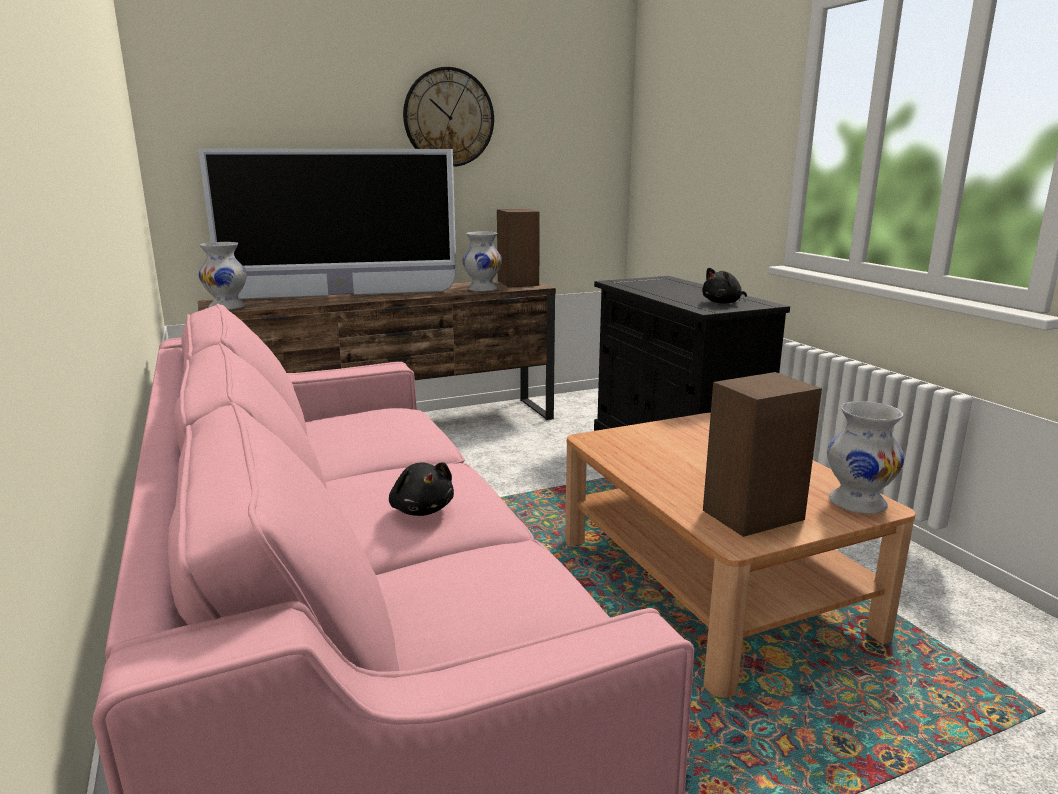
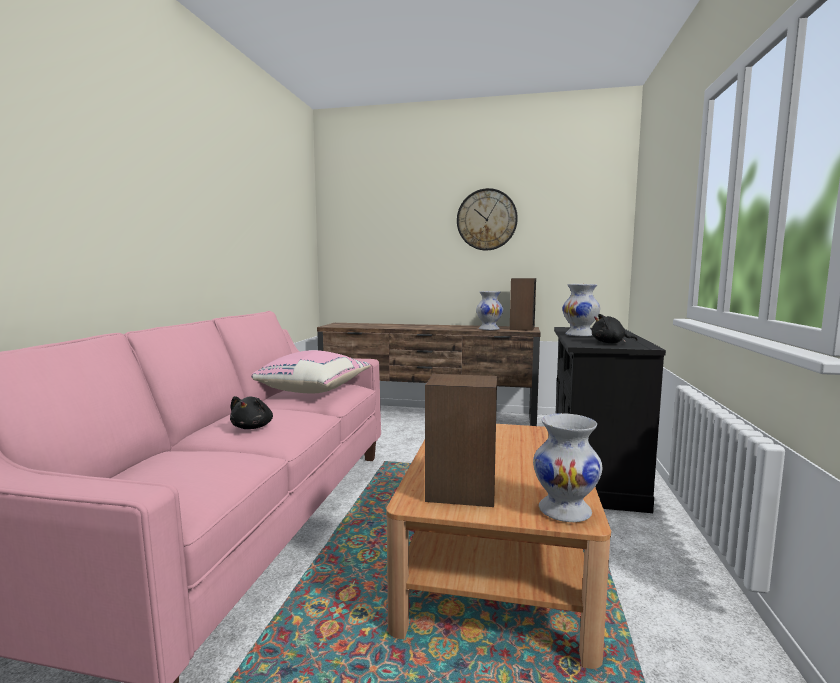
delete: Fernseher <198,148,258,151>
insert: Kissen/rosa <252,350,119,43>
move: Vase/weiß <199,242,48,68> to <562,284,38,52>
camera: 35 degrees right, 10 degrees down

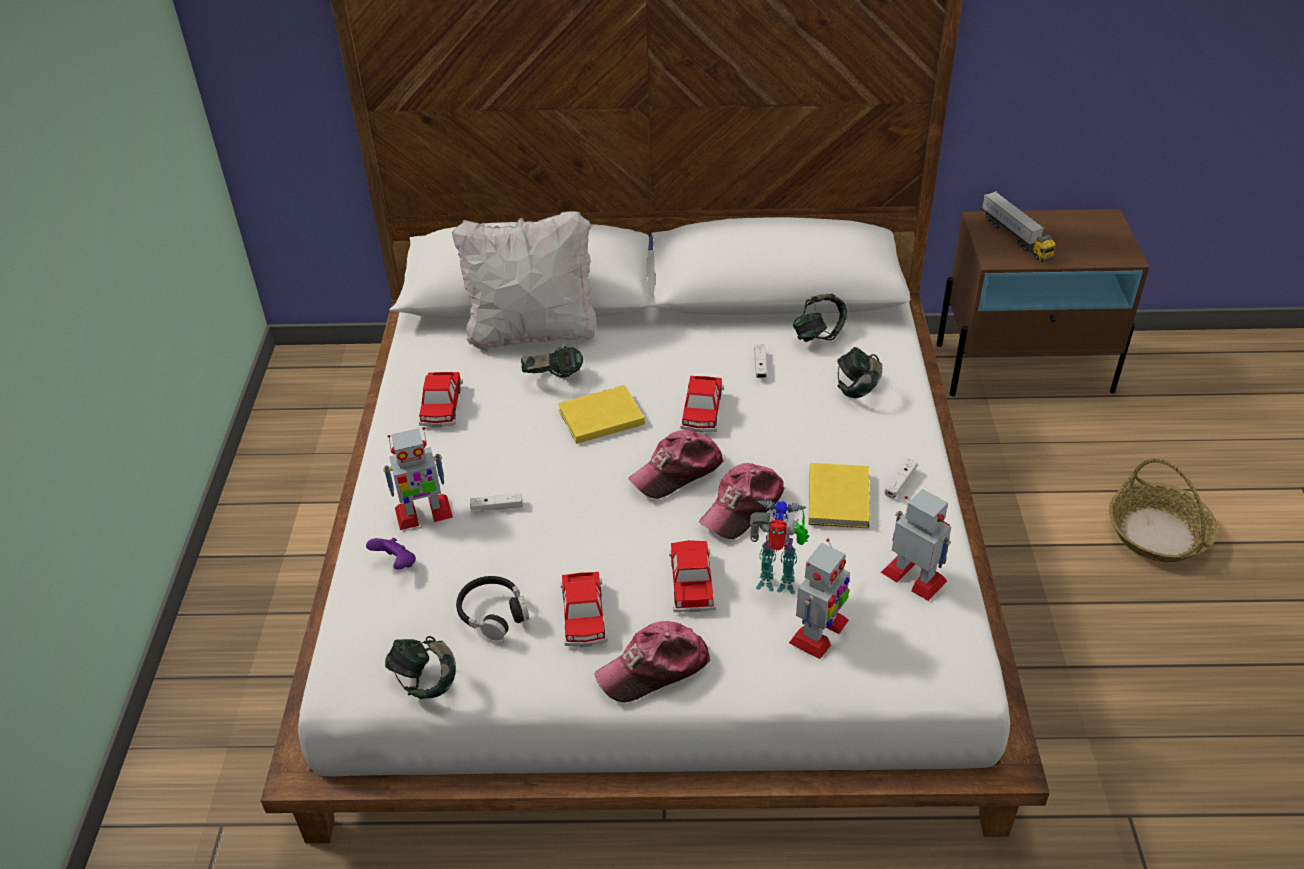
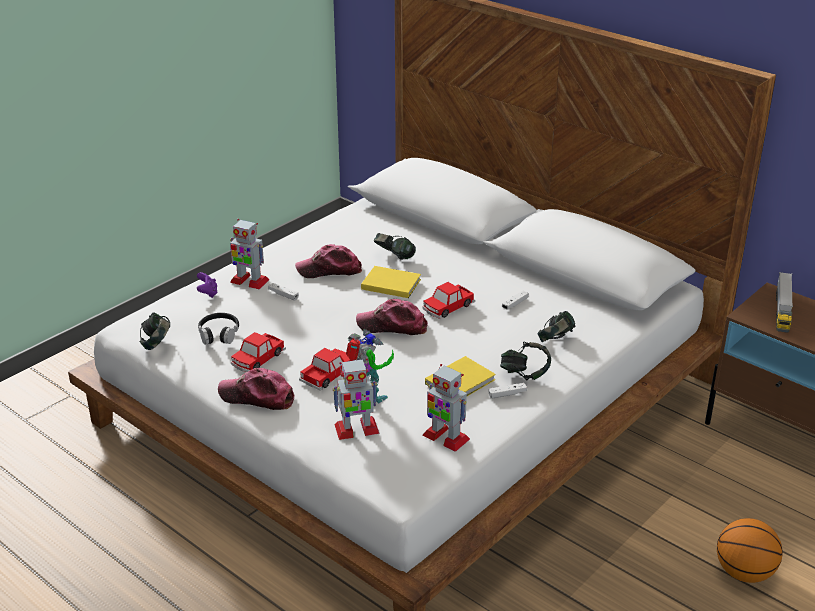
delete: Spielzeugauto <419,372,44,55>; Kissen/weiß <452,211,145,141>
move: Kappe <699,463,85,76> to <295,244,67,34>; Kopfhörer <793,294,54,48> to <500,342,51,39>
replace: Korb <1109,458,109,104> to Basketball <717,518,66,65>
rotate: Spielzeugroboter <881,489,70,112> = <423,364,47,88> 135 degrees clockwise
camera: 40 degrees right, 10 degrees down

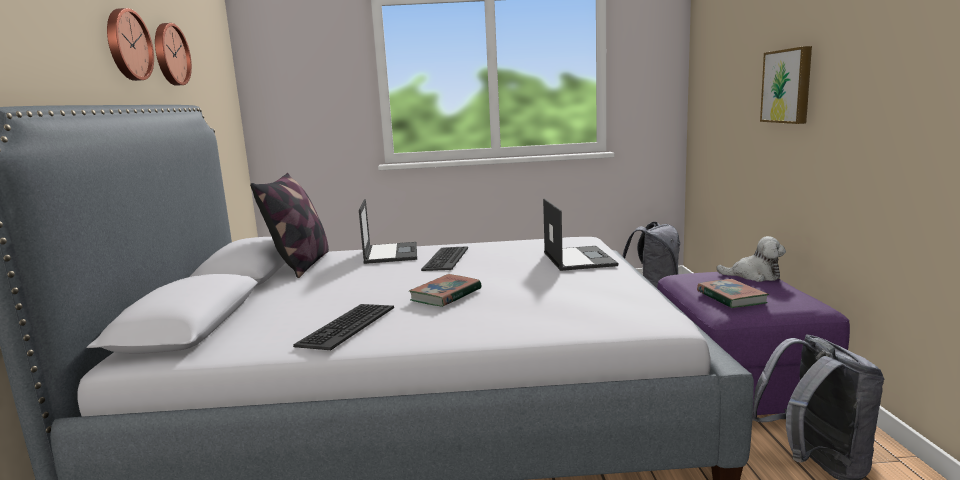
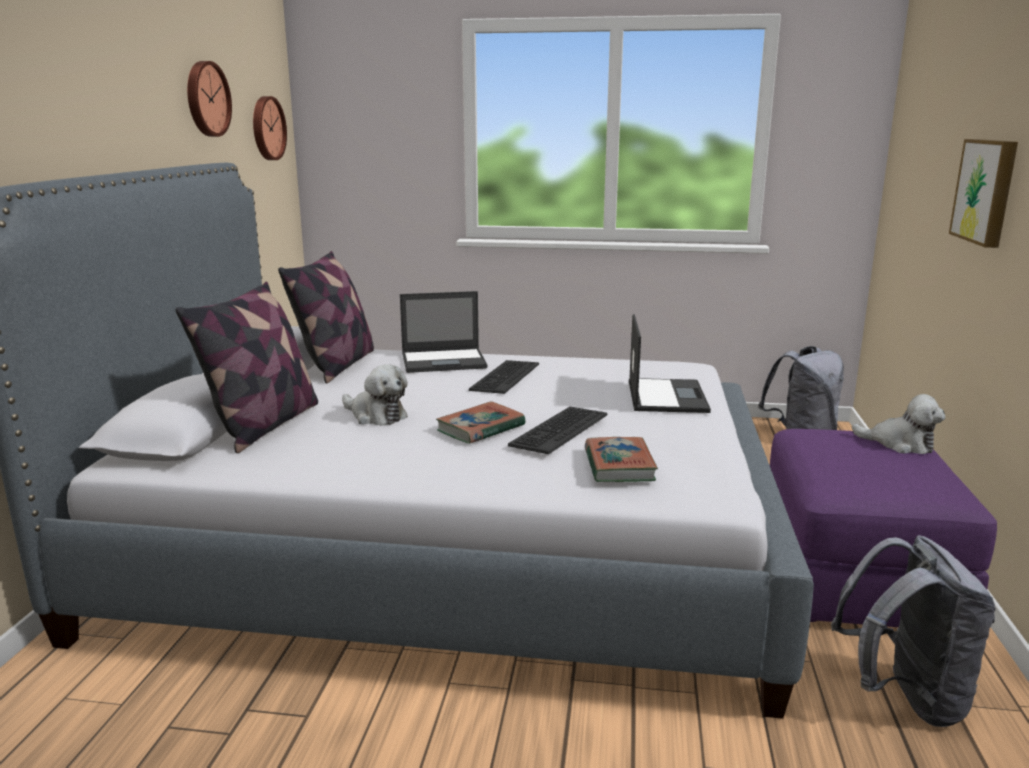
insert: Kissen <175,282,143,171>; Plüschtier <342,364,66,62>
move: Wanduhr <107,8,47,73> to <253,96,34,64>; Tastatur <293,304,101,46> to <508,407,99,47>; Buch <697,279,72,29> to <585,437,73,45>
rotate: Laptop <359,199,58,65> = <400,291,88,82> 75 degrees clockwise
camera: 10 degrees right, 5 degrees up

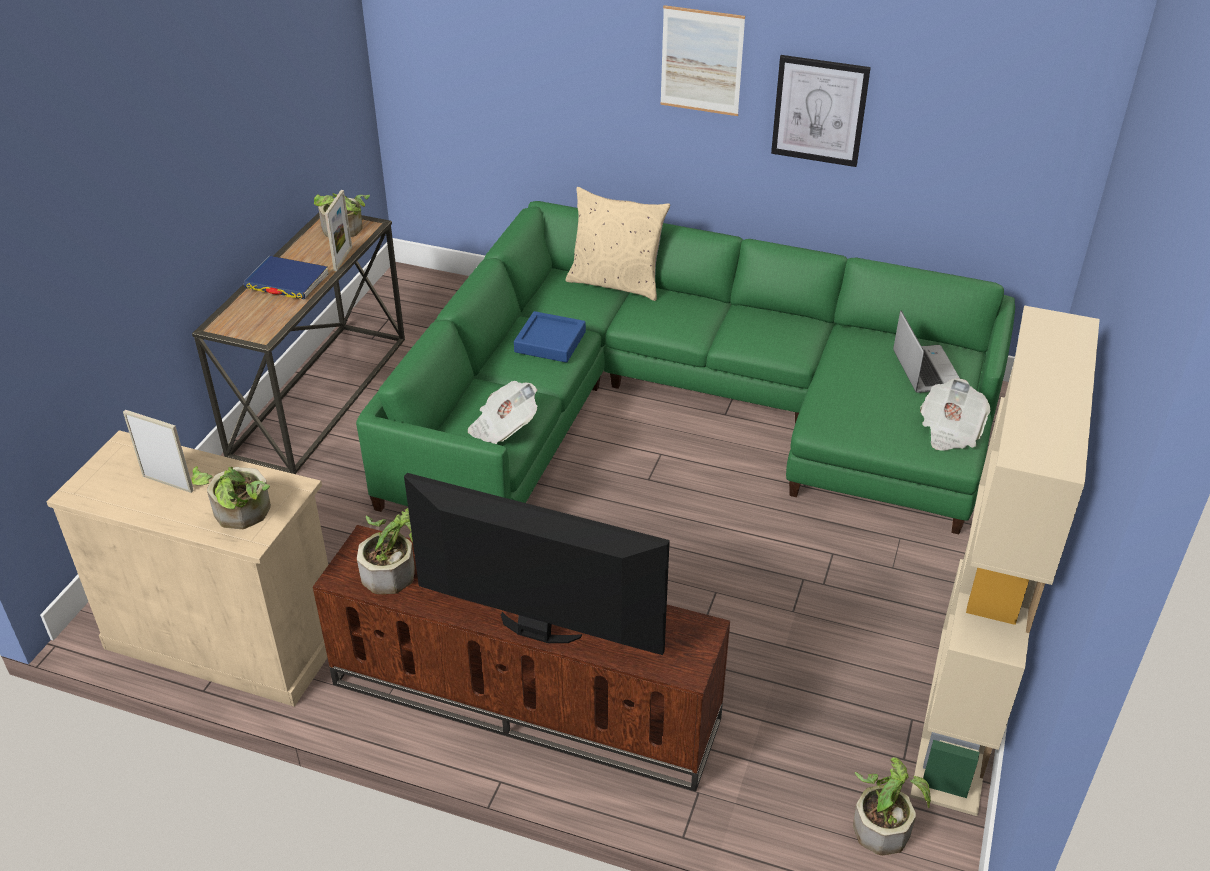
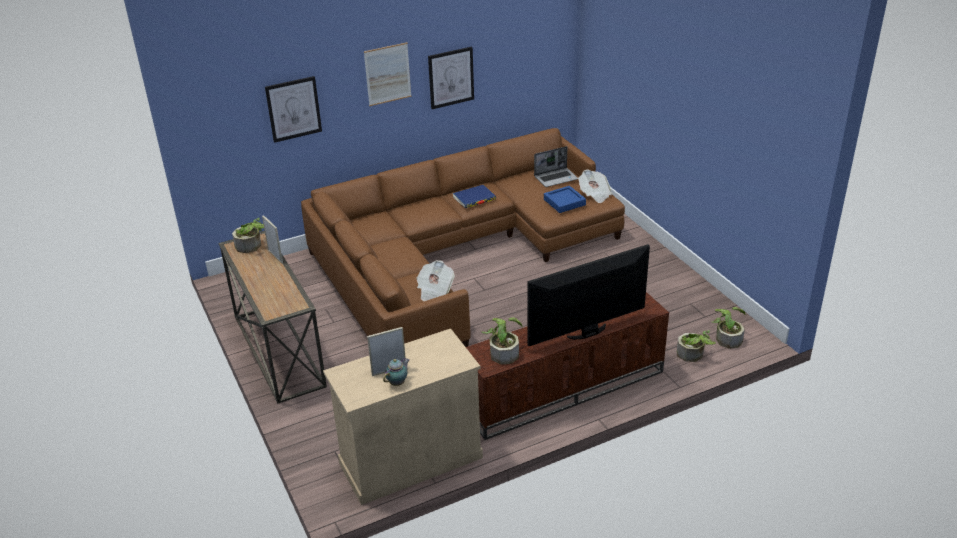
delete: Kissen/beige <565,187,105,114>; Bücherregal/beige <910,305,190,511>
insert: Bild <265,76,57,67>; Teekanne <383,358,27,28>
move: Topfpflanze <191,466,80,63> to <677,330,39,32>; Buch/blau <244,256,84,43> to <453,184,43,24>; Tablett/blau <514,311,72,52> to <544,186,42,27>
recolor: Sofa/grün <356,201,659,333> to Sofa/braun <301,128,324,219>
rotate: Laptop <893,310,67,83> = <534,146,44,41> 120 degrees clockwise
camera: 45 degrees left, 5 degrees down

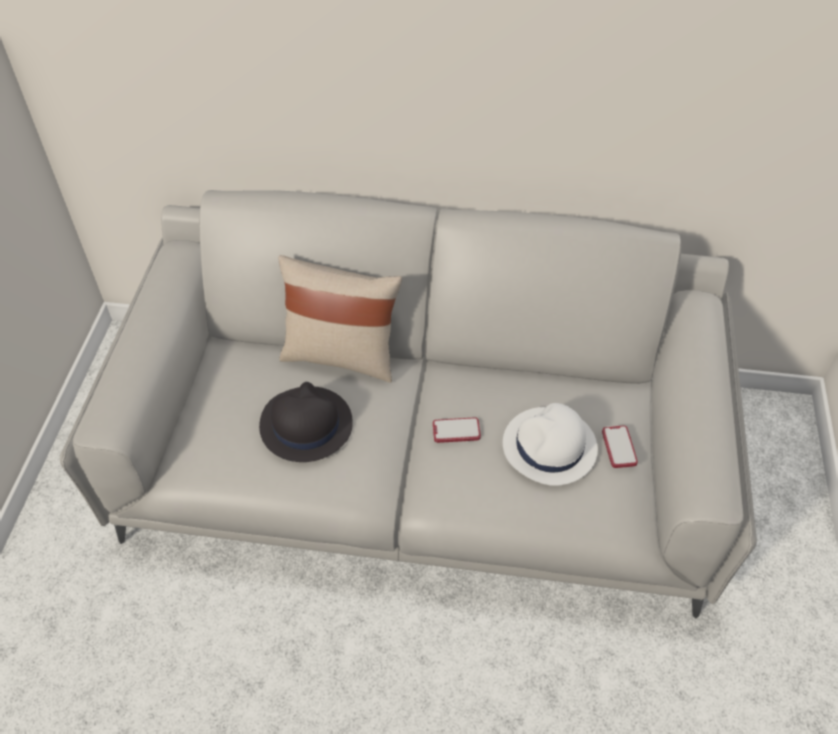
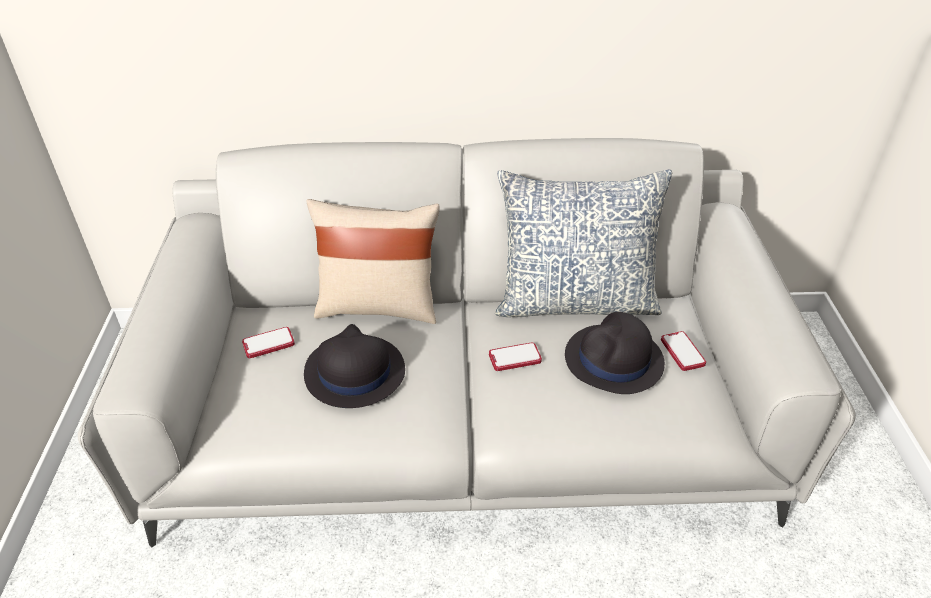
insert: Handy <242,327,53,31>; Kissen <495,169,177,148>
recolor: Hut/weiß <503,403,95,83> to Hut/schwarz <565,312,100,82>
camera: 10 degrees left, 10 degrees down

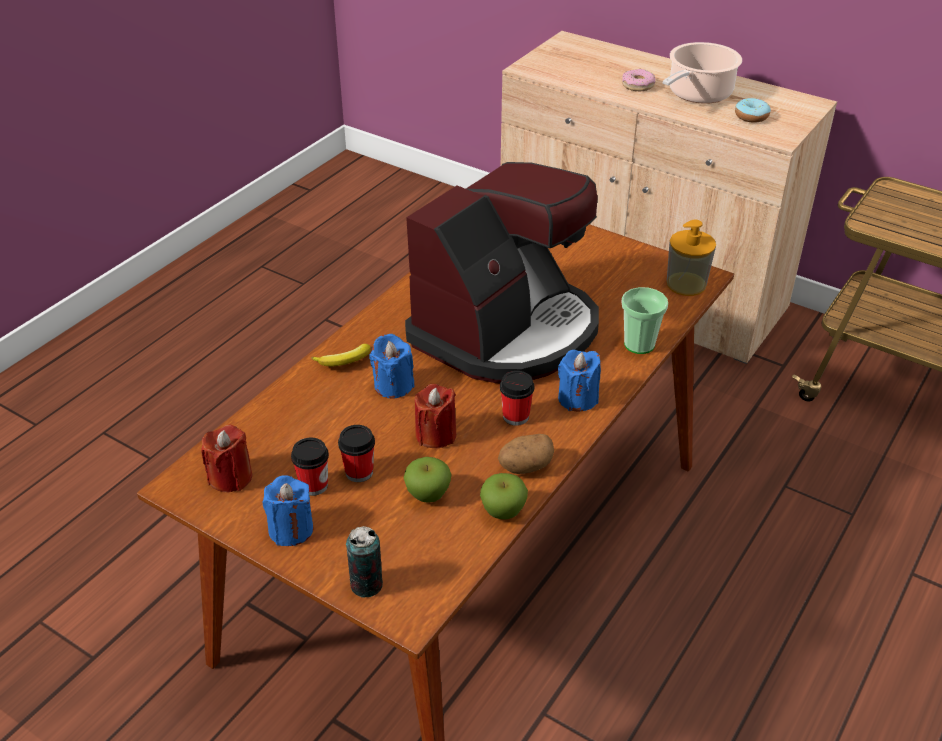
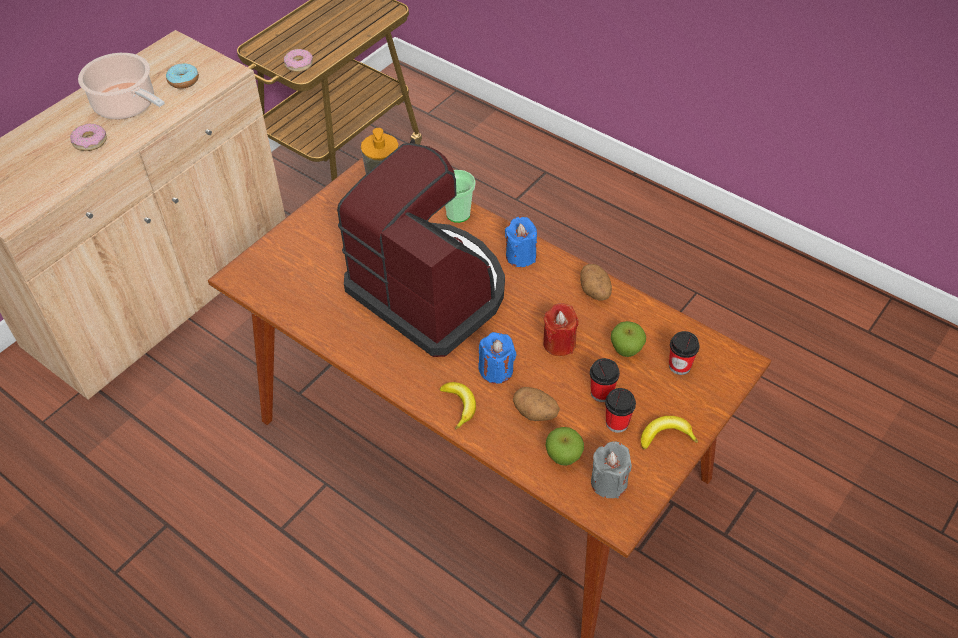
delete: Dose <346,526,37,71>
insert: Donut <284,49,29,23>; Kartoffel <513,387,47,34>
move: Apfel <480,473,48,46> to <545,427,39,39>; Tasse <500,371,34,55> to <669,331,31,44>
replace: Kerze/blau <263,475,50,71> to Banane <641,416,57,34>
recolor: Kerze/rot <201,425,51,67> to Kerze/grau <591,441,41,58>
camera: 85 degrees left, 10 degrees up

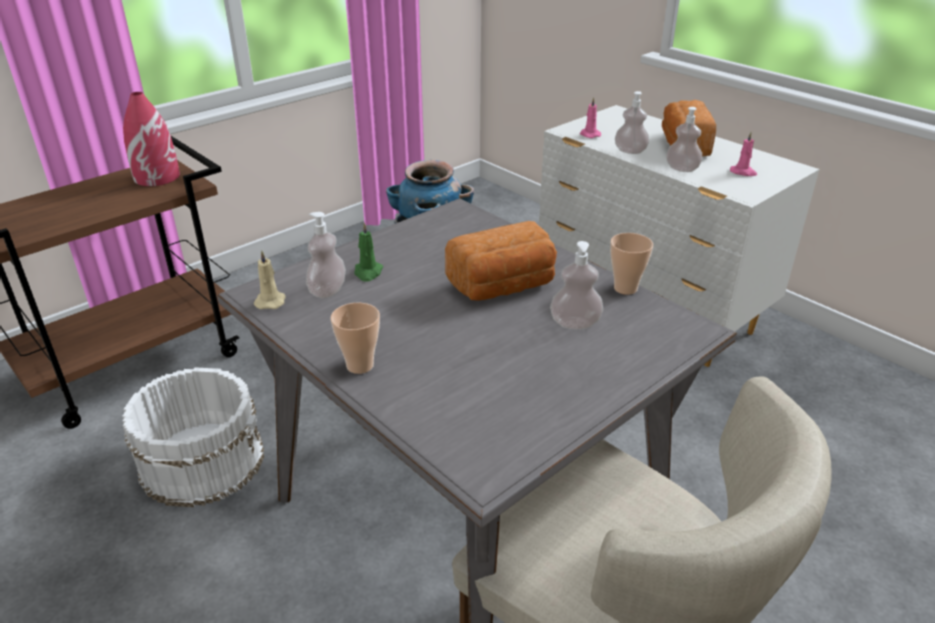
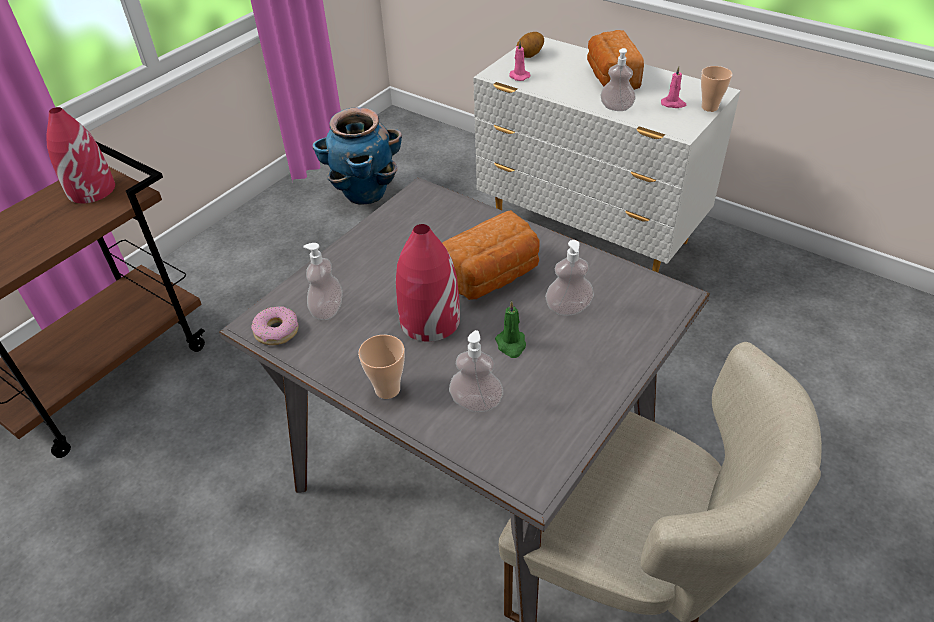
delete: Eimer/weiß <122,367,142,140>
insert: Vase/rot <396,224,64,118>; Kartoffel <517,32,27,26>
move: Kerze/grün <354,222,29,60> to <495,301,31,57>; Tasse <610,233,43,62> to <701,66,31,46>; Seifenspender <615,91,34,63> to <449,330,54,82>
replace: Kerze/beige <254,251,32,58> to Donut <251,306,47,39>
camera: 10 degrees left, 10 degrees up

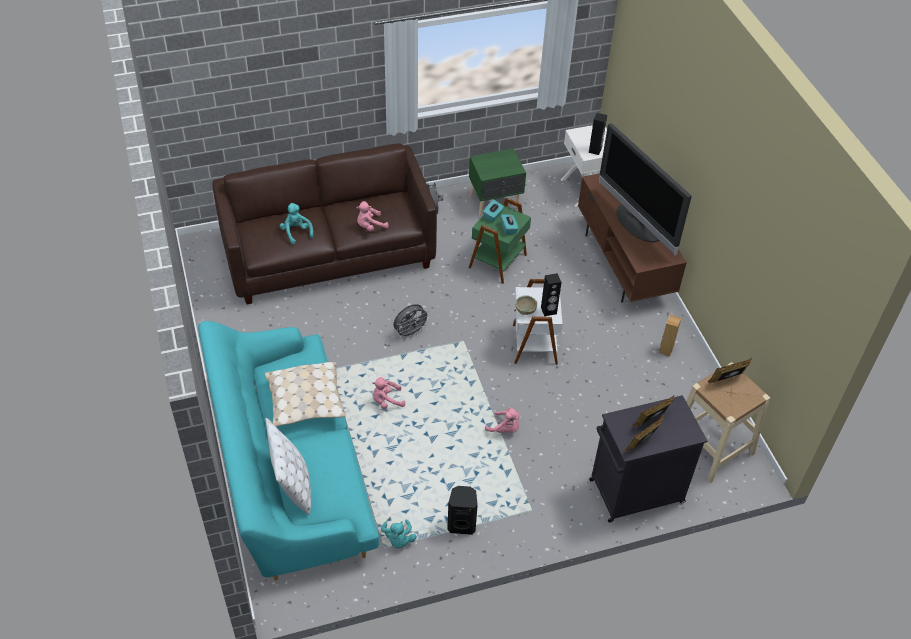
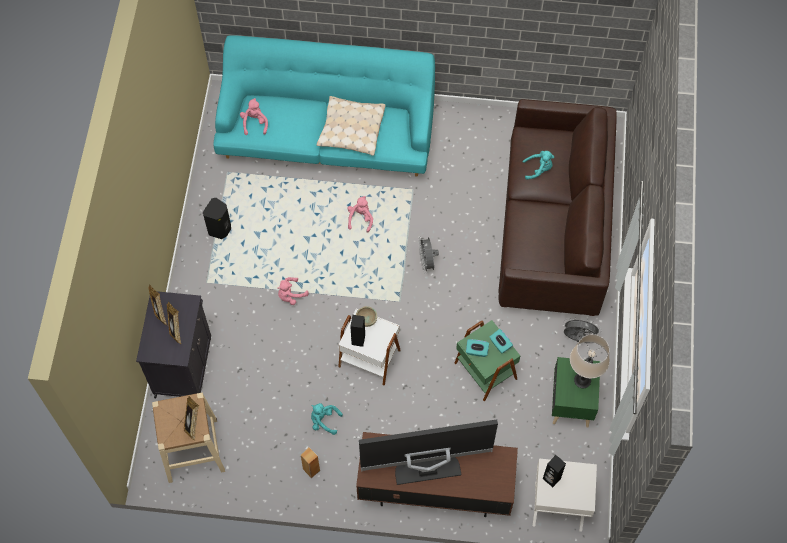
delete: Kissen/weiß <265,418,46,97>
insert: Tischlampe/beige <570,334,40,54>
move: Plüschtier/rosa <357,201,32,30> to <240,98,28,37>; Plüschtier/türkis <381,519,36,29> to <311,403,32,32>
camera: 115 degrees right, 15 degrees up

